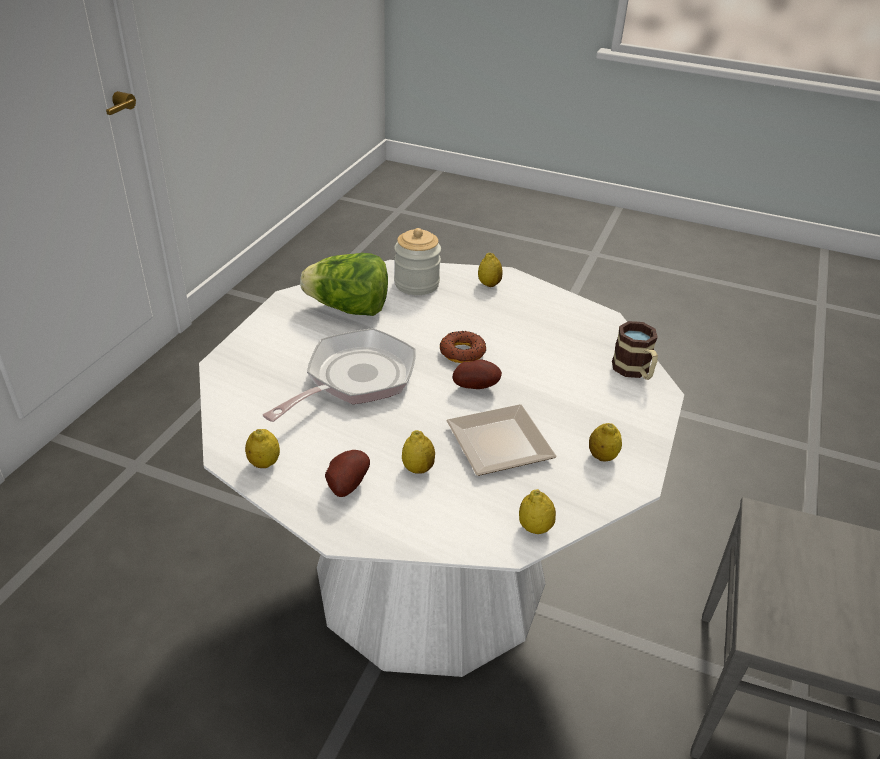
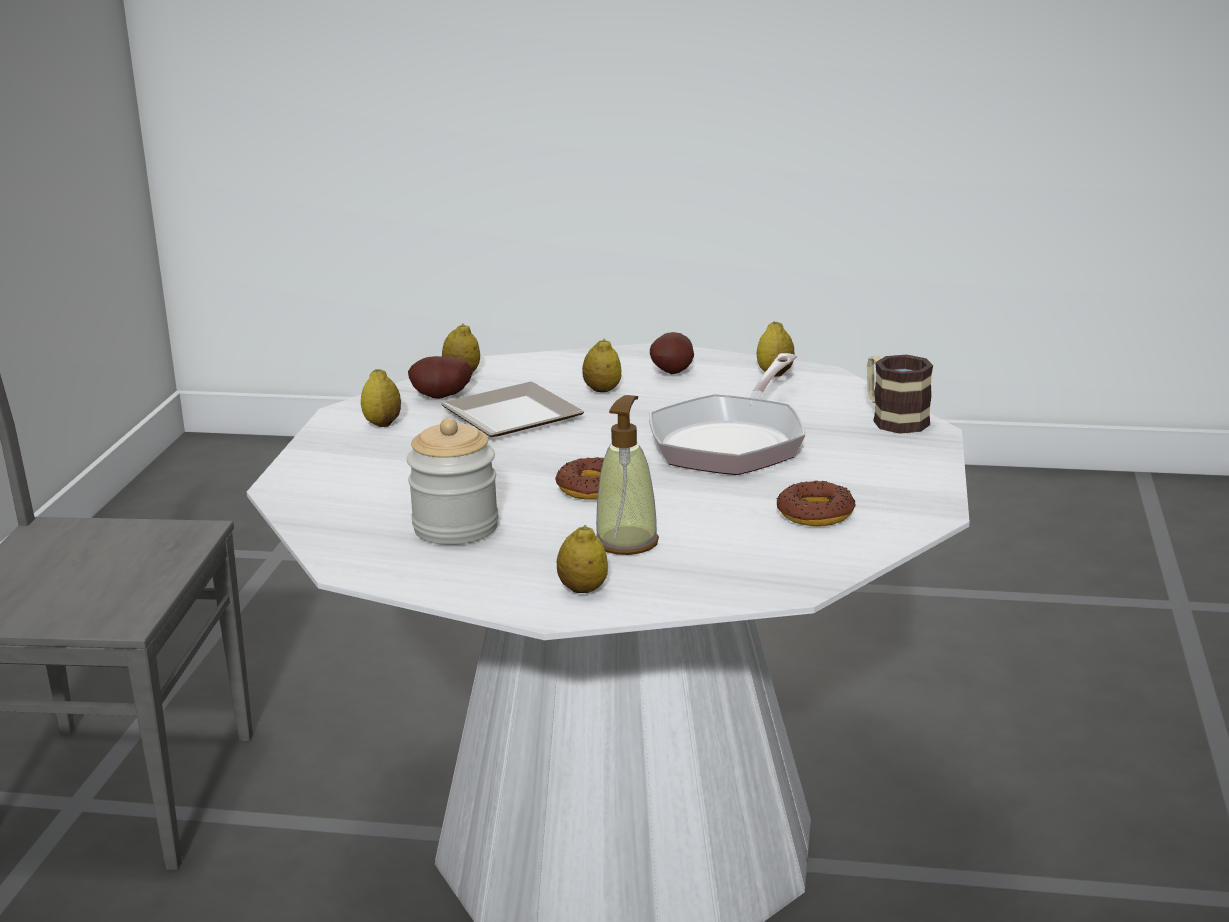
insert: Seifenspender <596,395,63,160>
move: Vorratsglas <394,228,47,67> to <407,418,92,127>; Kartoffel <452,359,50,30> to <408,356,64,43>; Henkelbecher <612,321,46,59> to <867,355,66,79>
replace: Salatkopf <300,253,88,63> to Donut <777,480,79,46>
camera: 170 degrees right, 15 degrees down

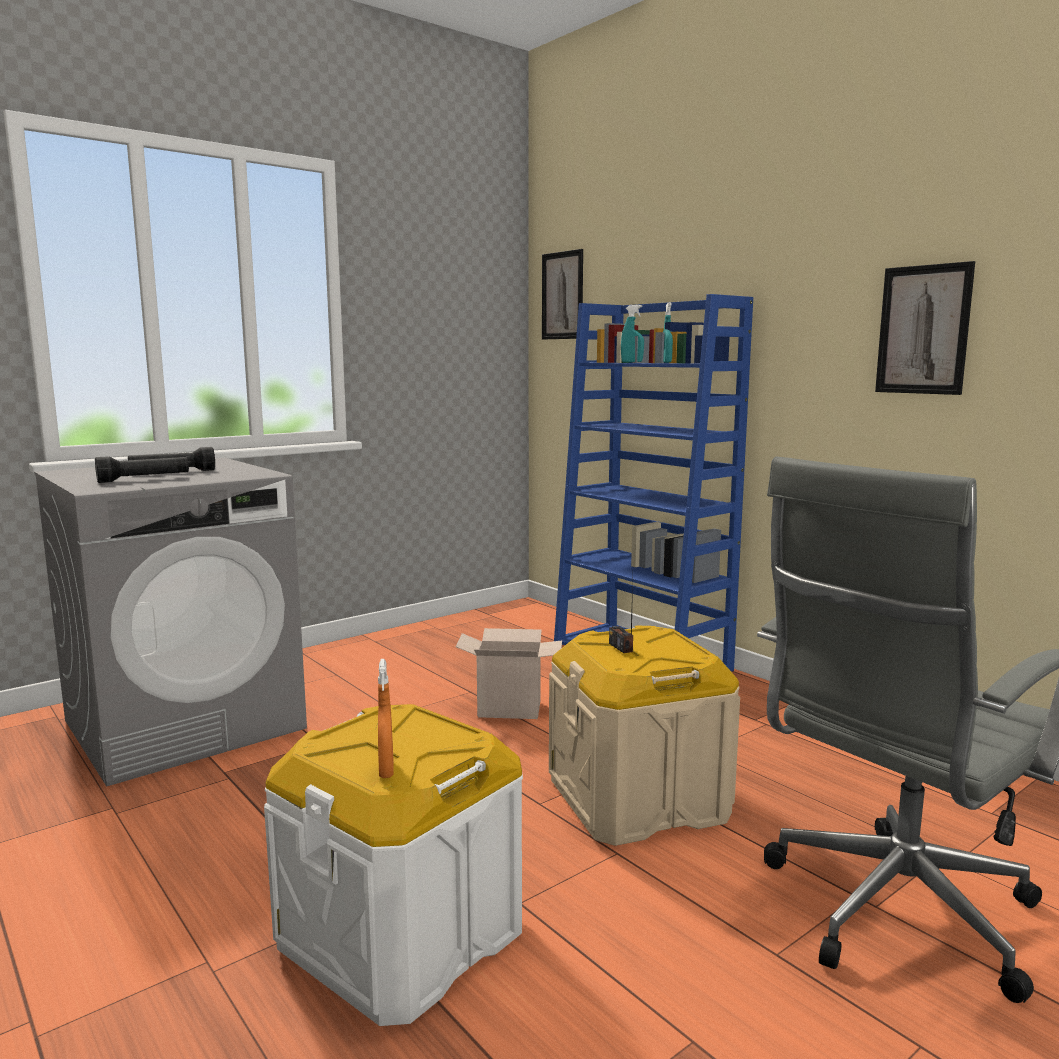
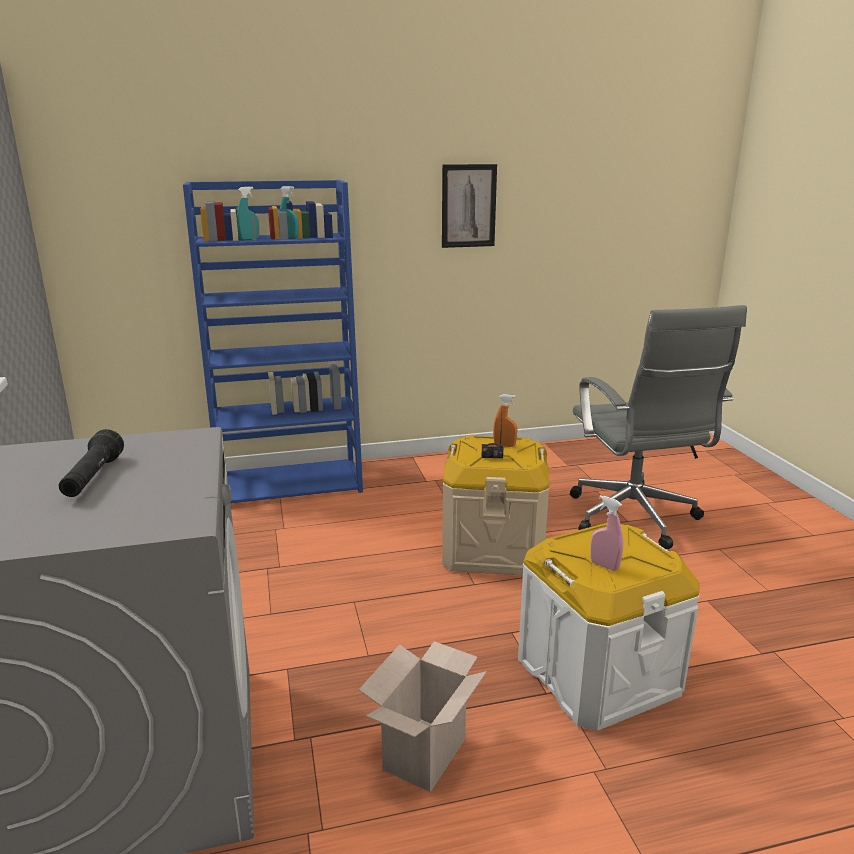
delete: Taschenlampe/schwarz <95,456,94,27>; Bild <542,249,41,90>
insert: Sprühflasche/rosa <590,495,33,76>
move: Sprühflasche/orange <378,659,15,119> to <493,394,24,53>; Karton <456,628,106,91> to <359,641,128,151>
camera: 65 degrees left, 10 degrees up

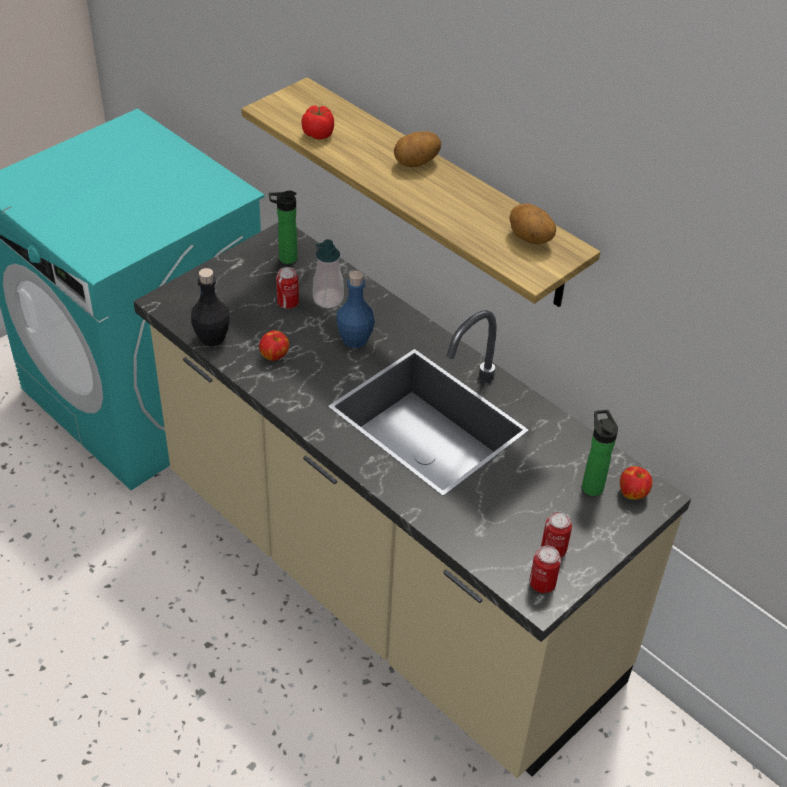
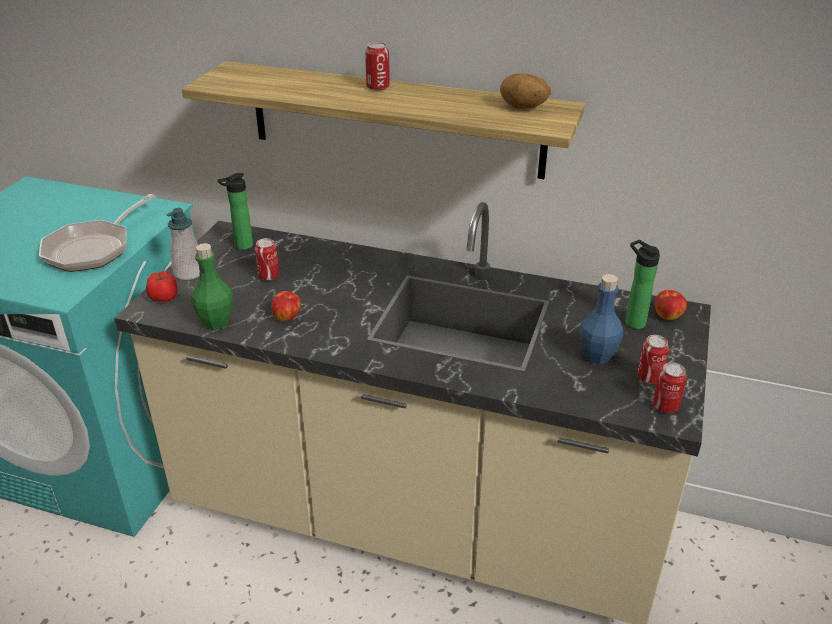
insert: Pfanne <39,194,118,78>
move: Tomate <301,105,33,34> to <146,271,32,31>; Seifenspender <313,239,31,69> to <166,208,34,72>; Flasche/blau <336,270,39,78> to <580,274,43,90>
replace: Kartoffel <394,131,47,36> to Dose <365,42,25,49>
recolor: Flasche/schwarz <191,268,38,79> to Flasche/grün <191,243,42,87>
camera: 25 degrees left, 10 degrees down

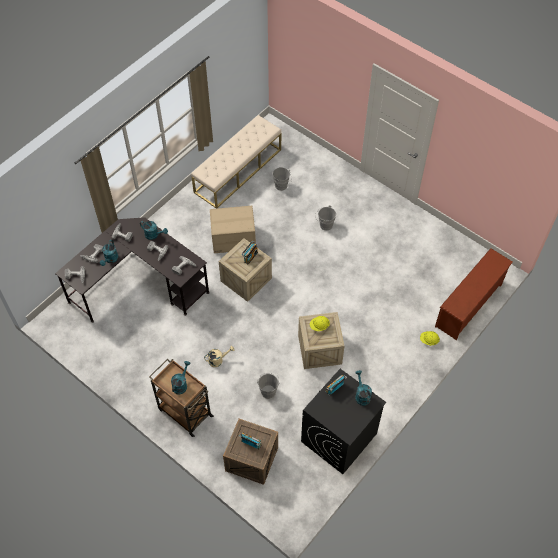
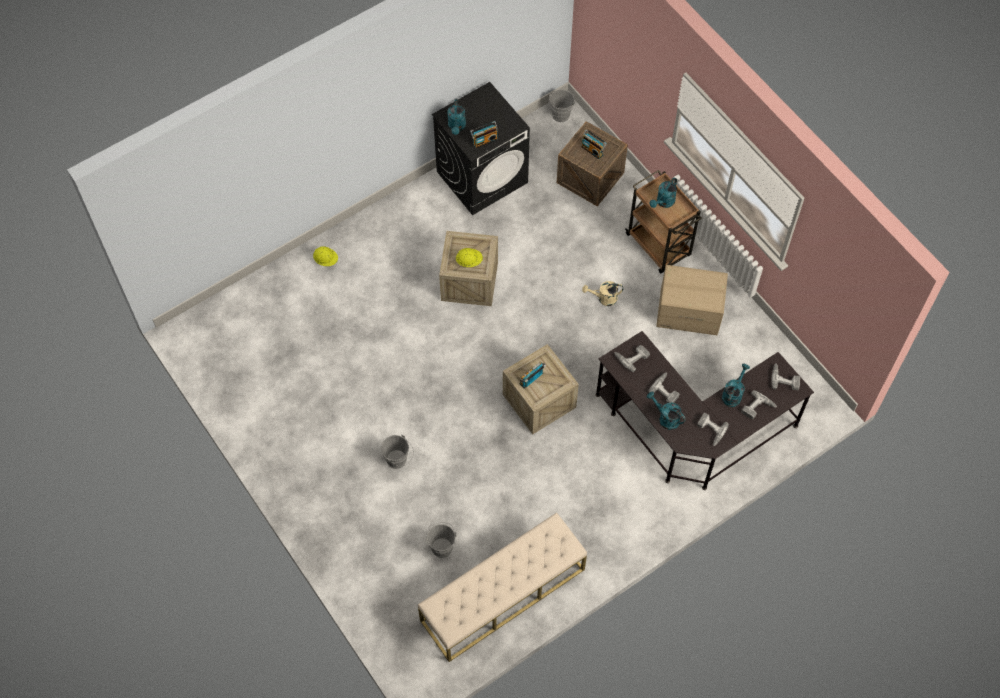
delete: Schuhregal/braun <435,248,78,92>
move: Karton <210,206,46,47> to <656,265,72,70>; Eimer/grau <257,373,22,26> to <547,89,28,33>
camera: 165 degrees left, 5 degrees up

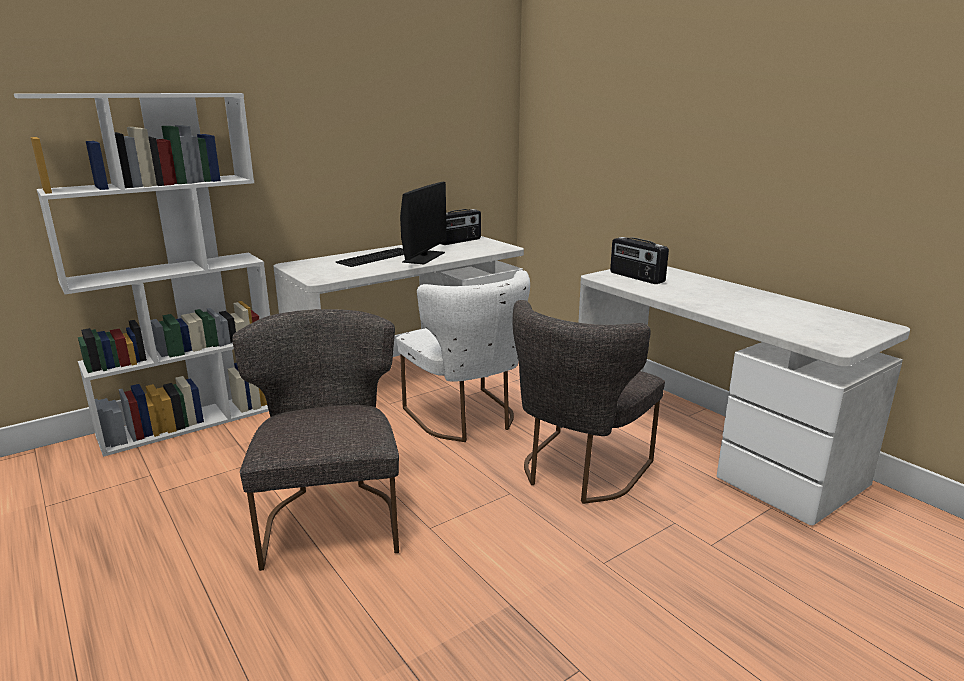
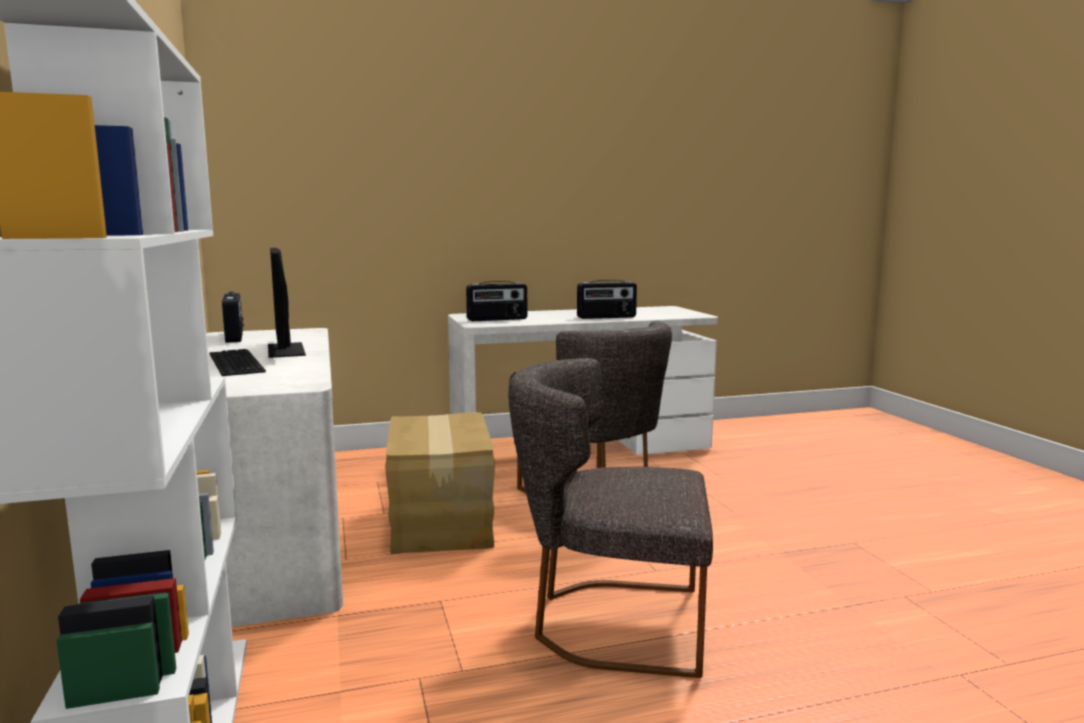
insert: Radio <577,280,60,39>
replace: Stuhl/weiß <396,270,134,172> to Karton <385,412,110,143>
rotate: Monitor <400,182,47,83> = <268,248,38,110> 150 degrees counterclockwise
camera: 70 degrees left, 10 degrees down

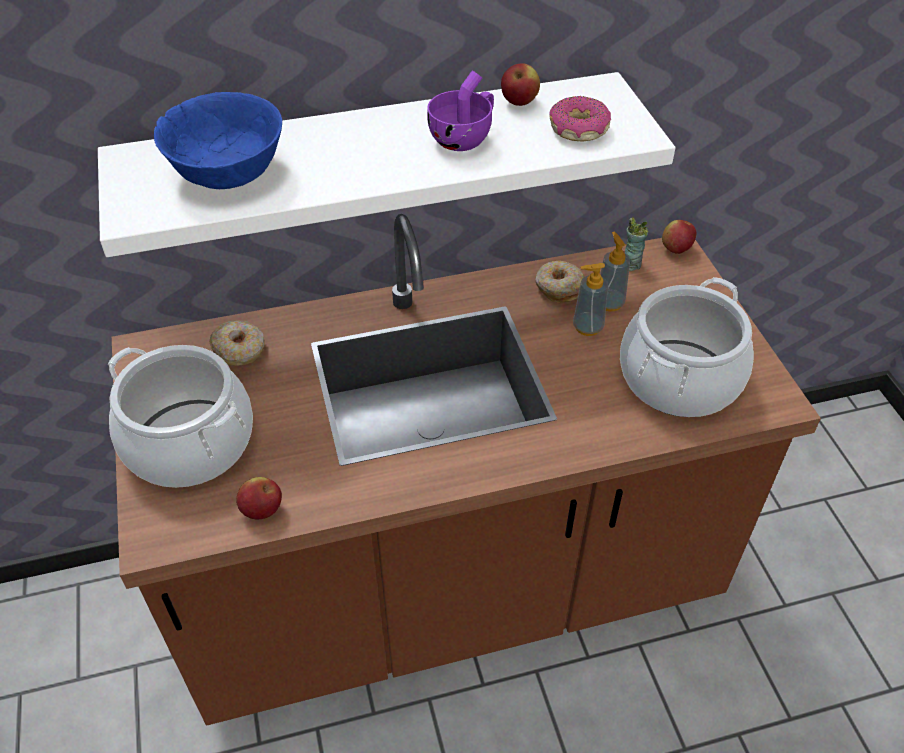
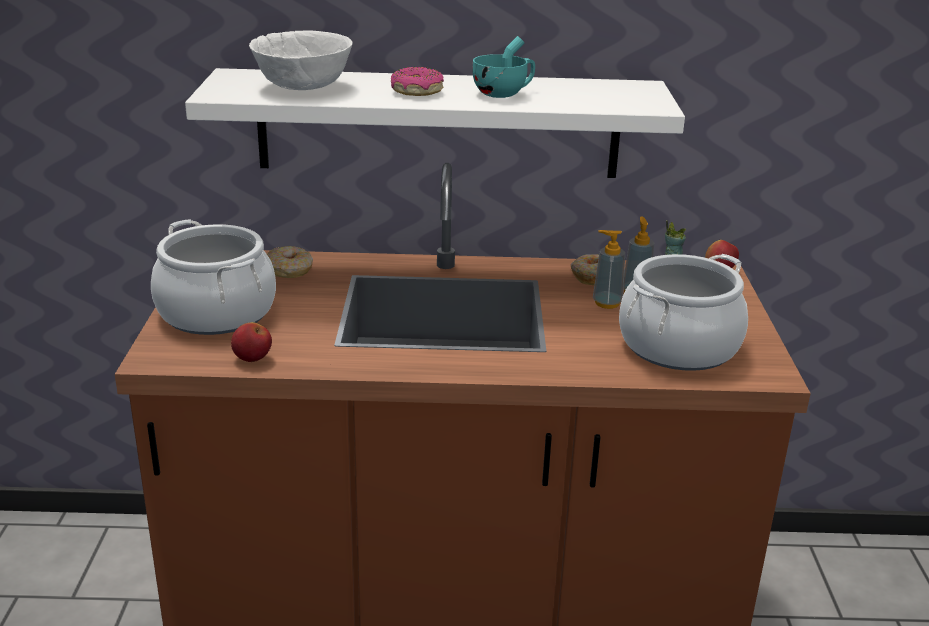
delete: Apfel <501,63,39,43>
move: Donut <550,96,61,46> to <391,67,53,29>
recolor: Schüssel/blau <154,92,128,97> to Schüssel/weiß <249,31,104,59>; Tasse/lila <427,71,67,80> to Tasse/türkis <472,36,63,62>
camera: 15 degrees right, 20 degrees down

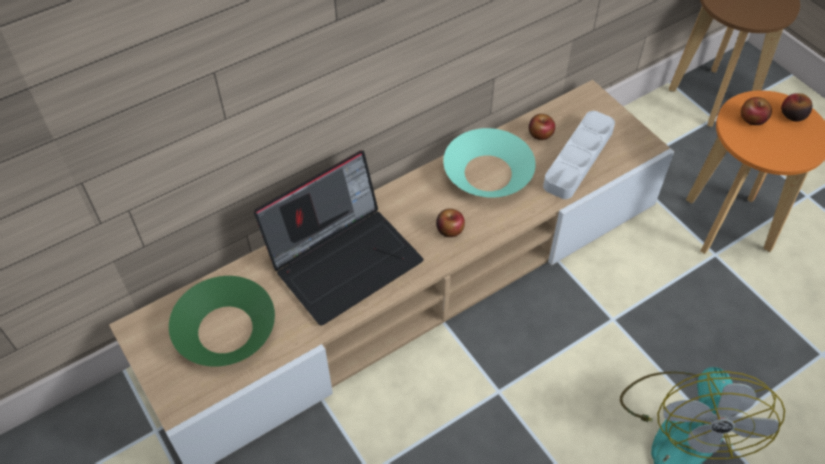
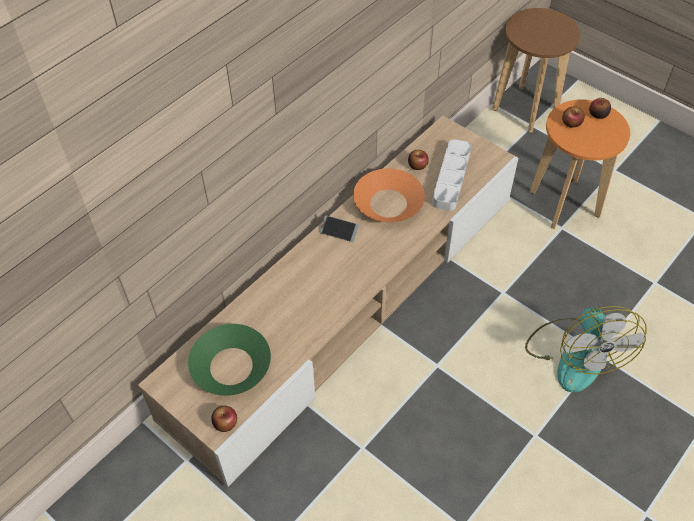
delete: Laptop <254,150,169,175>
insert: Handy <320,216,39,26>
move: Apfel <436,209,29,28> to <211,406,26,26>
recolor: Schüssel/türkis <443,128,93,70> to Schüssel/orange <353,168,72,54>
camera: 15 degrees left, 0 degrees up

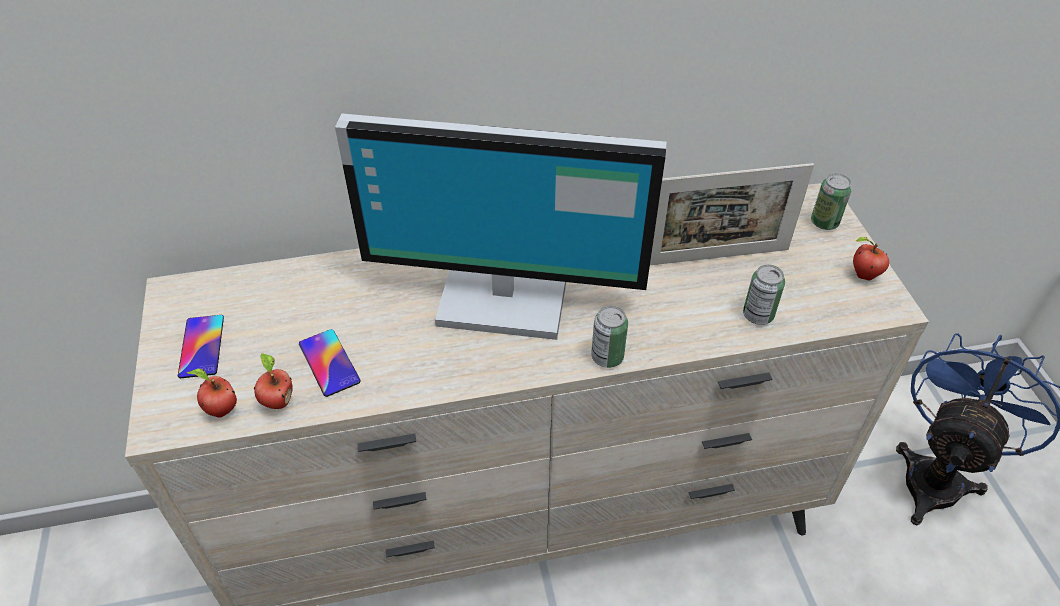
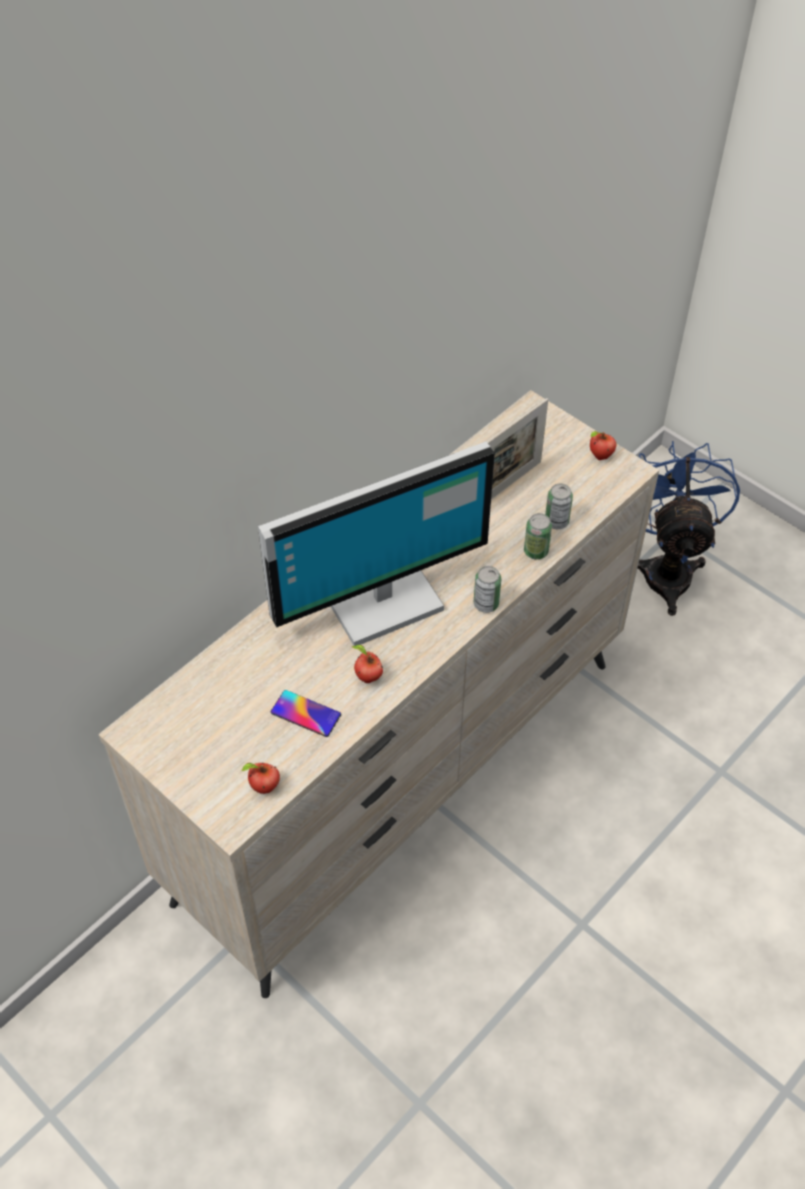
delete: Handy <178,315,46,63>
move: Apfel <254,353,39,56> to <352,645,31,38>; Dose <811,173,41,57> to <524,513,28,47>
camera: 35 degrees left, 5 degrees up

